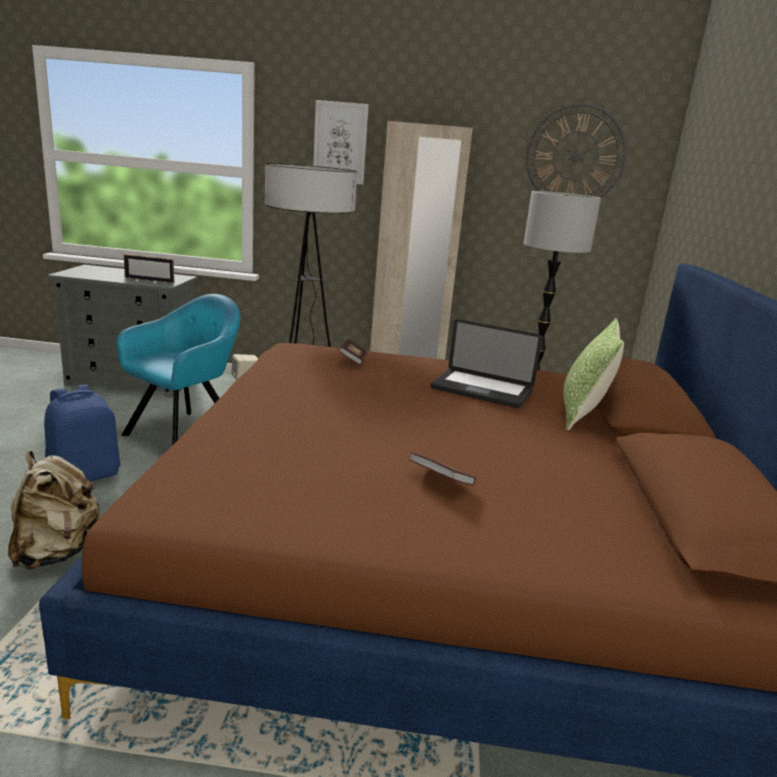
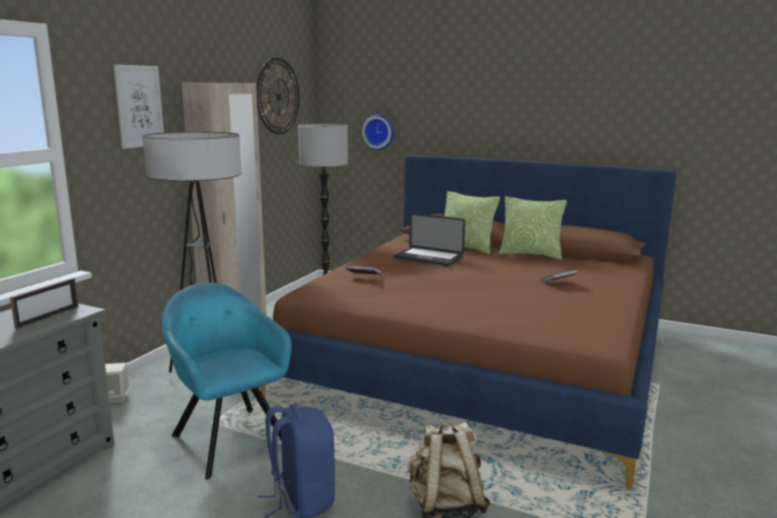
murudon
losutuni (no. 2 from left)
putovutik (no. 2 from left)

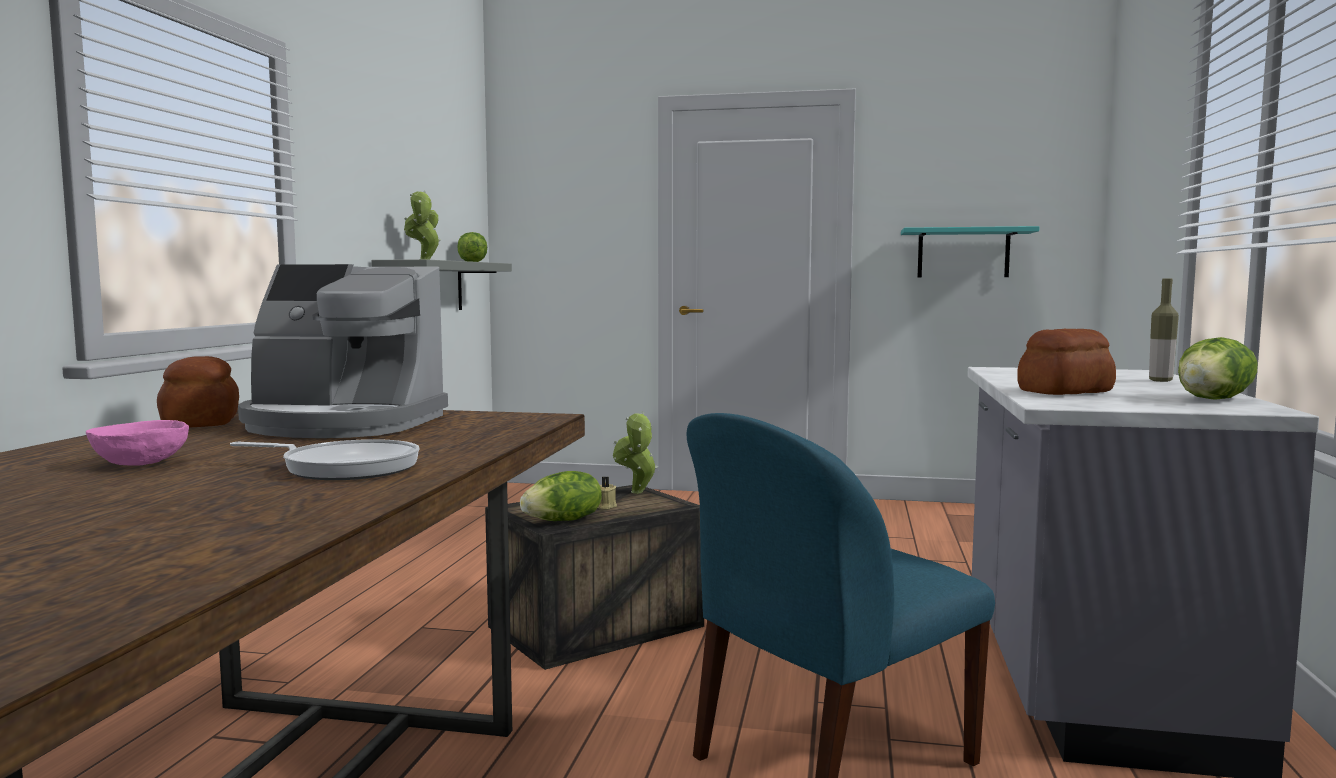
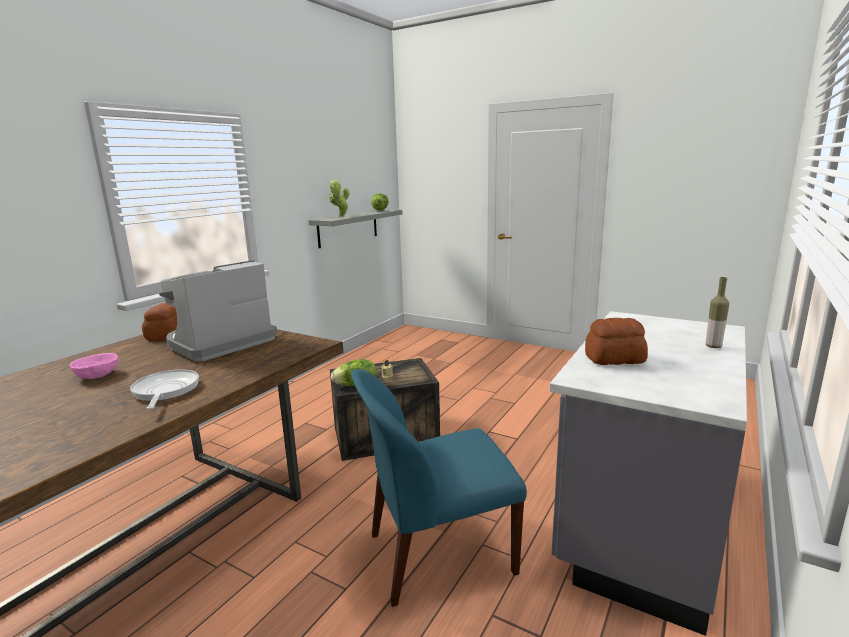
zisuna
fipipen
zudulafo (no. 2 from left in the first image)
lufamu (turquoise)
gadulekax (no. 3 from left in the first image)

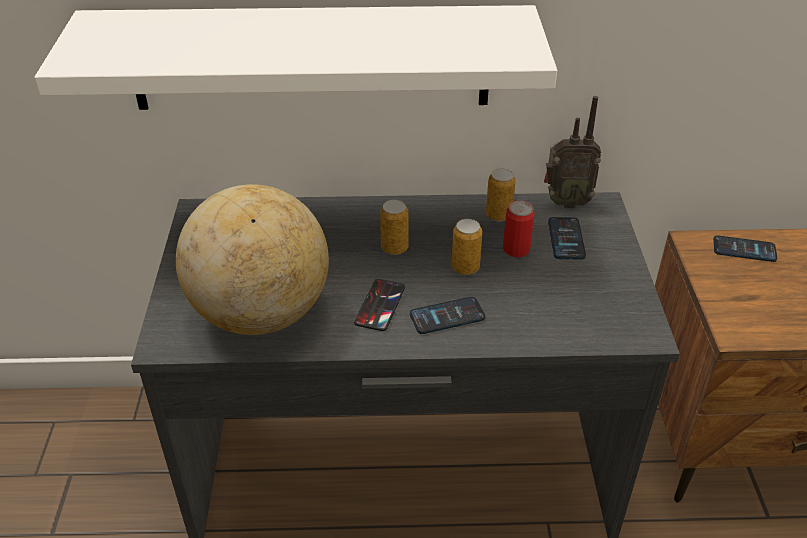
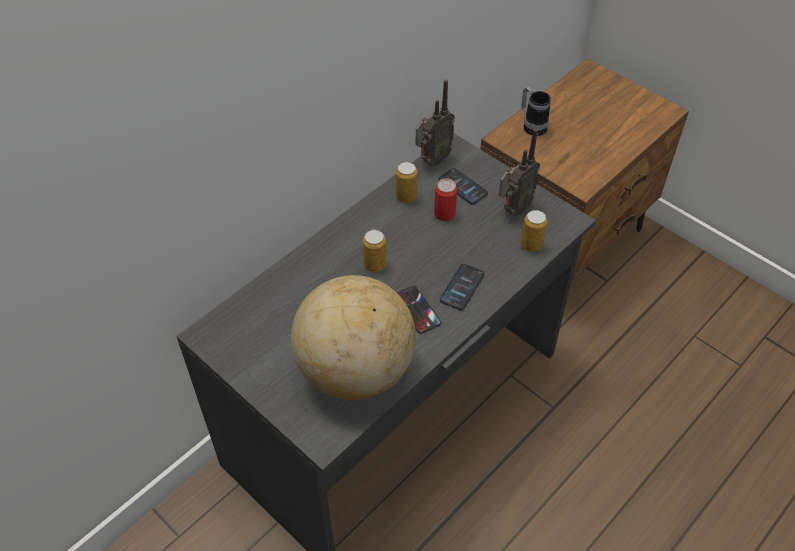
lufamu (white)
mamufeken (no. 4 from left)
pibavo
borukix (no. 2 from left)

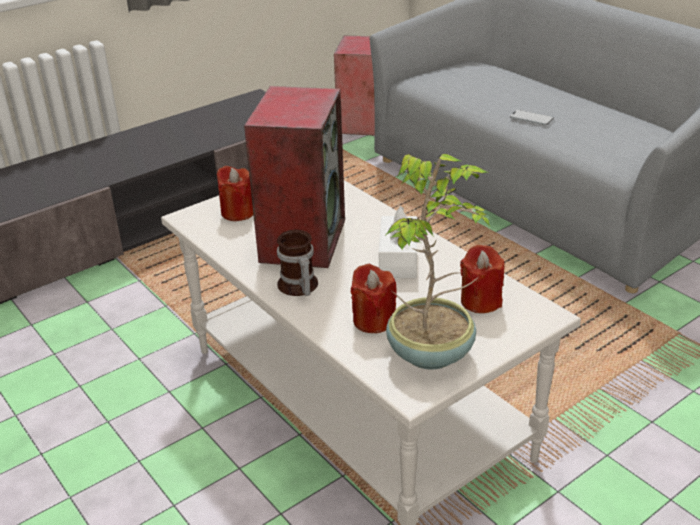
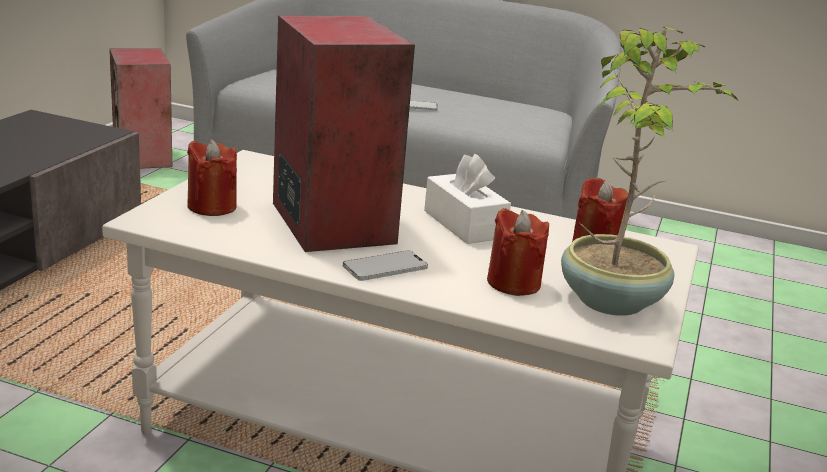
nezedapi (no. 1 from left)

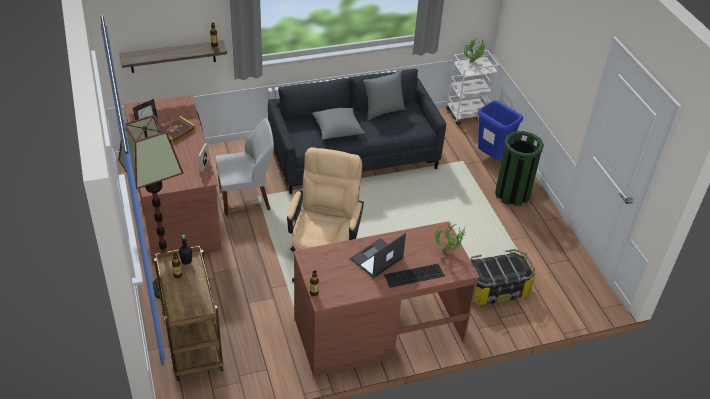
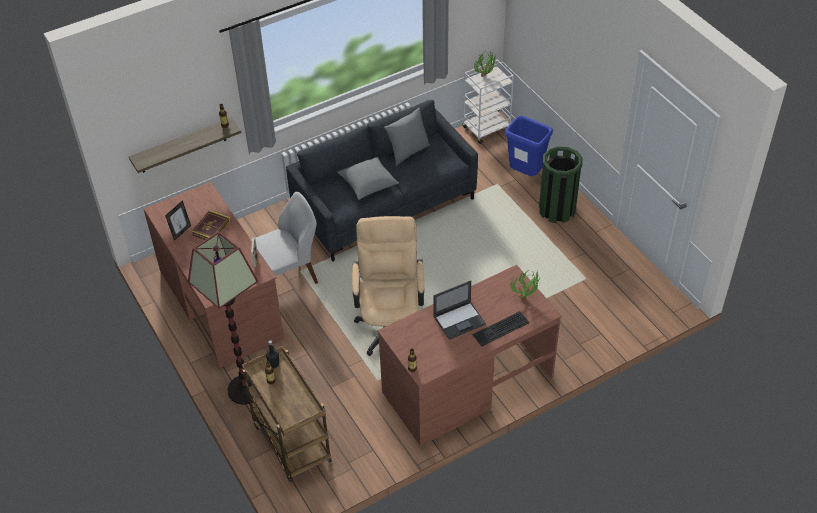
murudon
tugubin

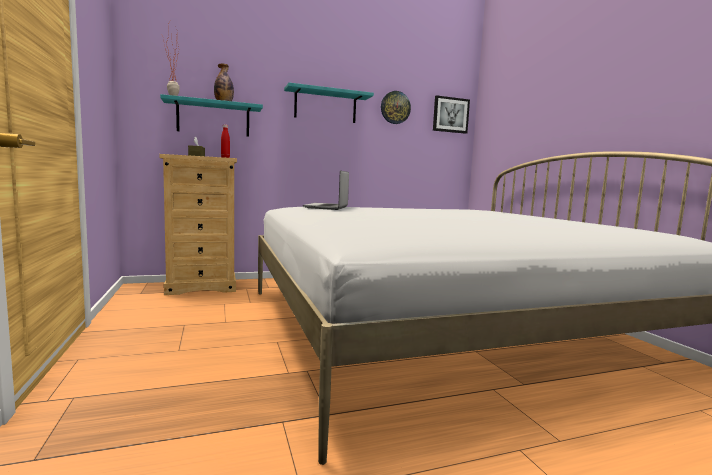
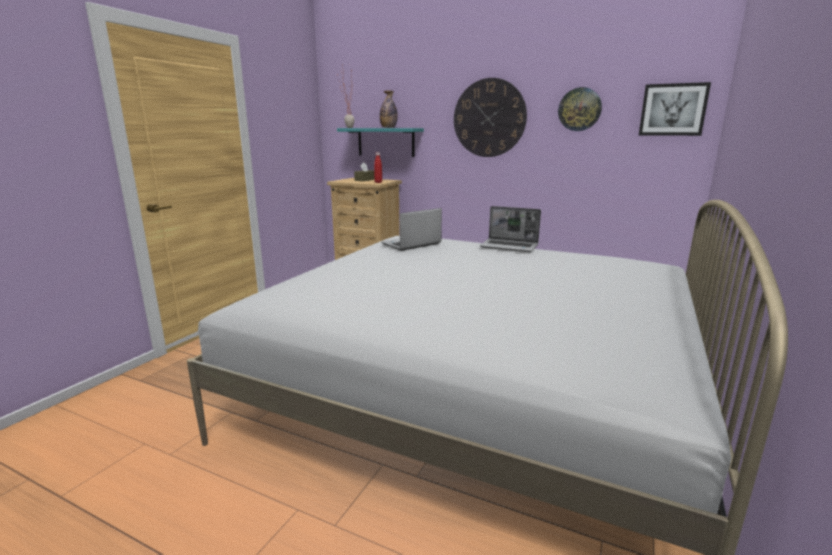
losutuni (no. 1 from left)
murudon (no. 2 from left)

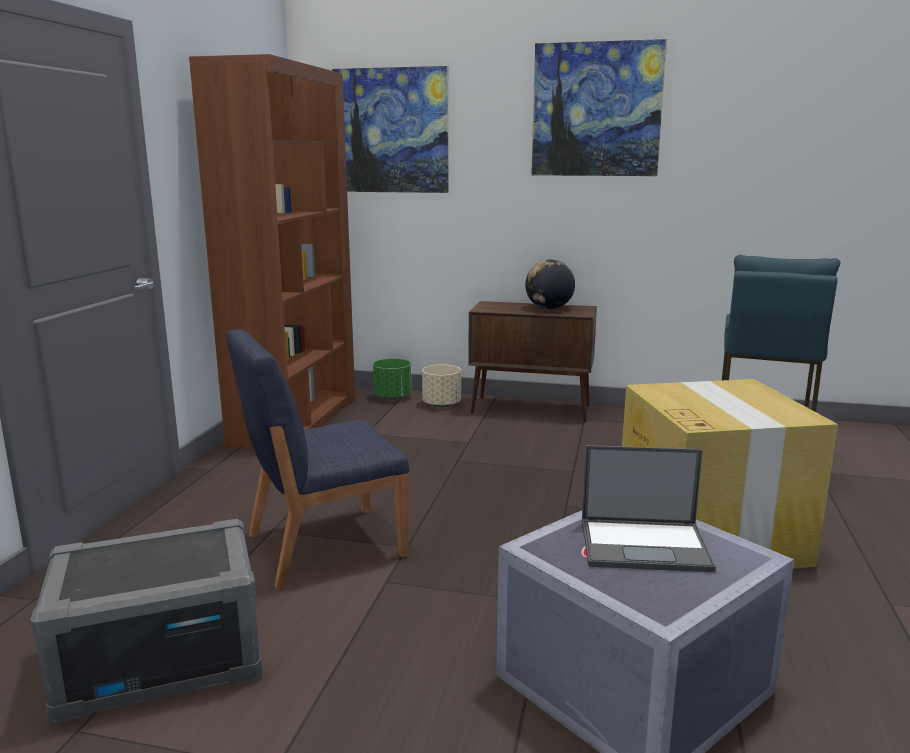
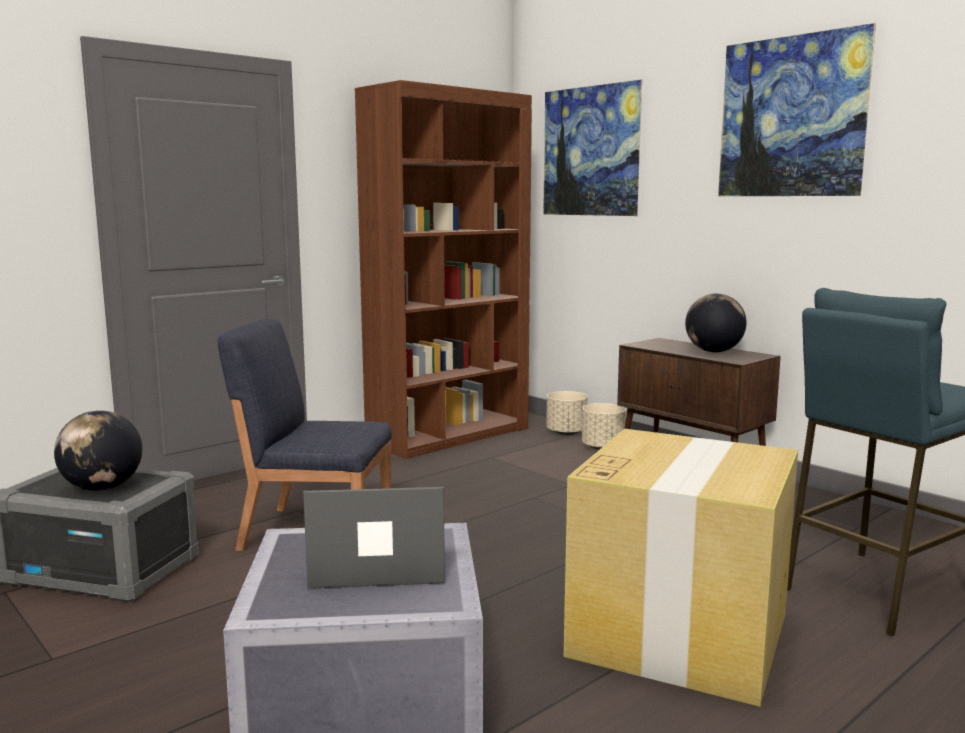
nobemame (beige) (no. 1 from left)
murudon
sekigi (no. 1 from left)

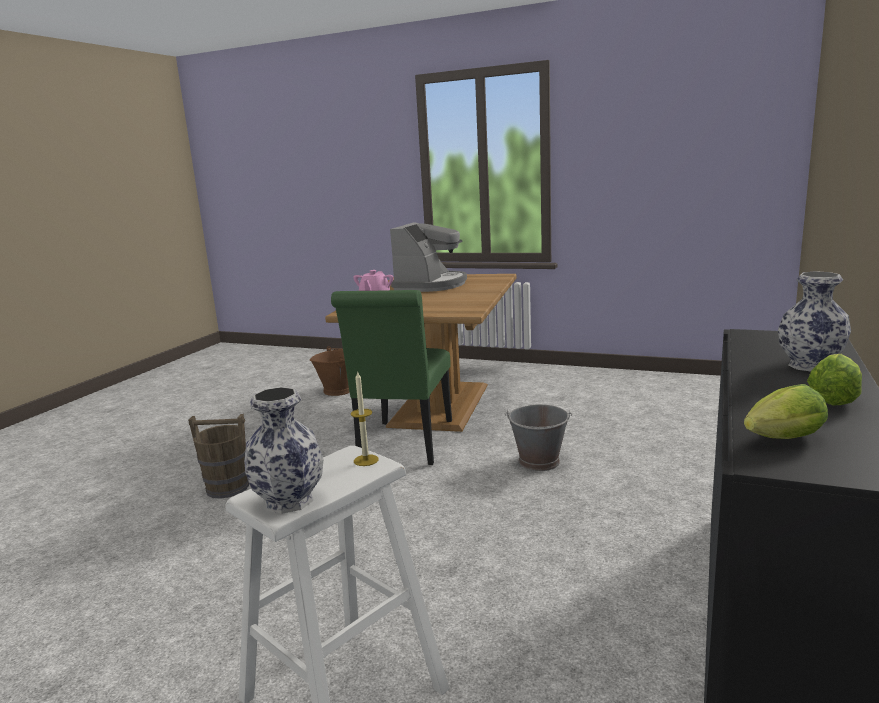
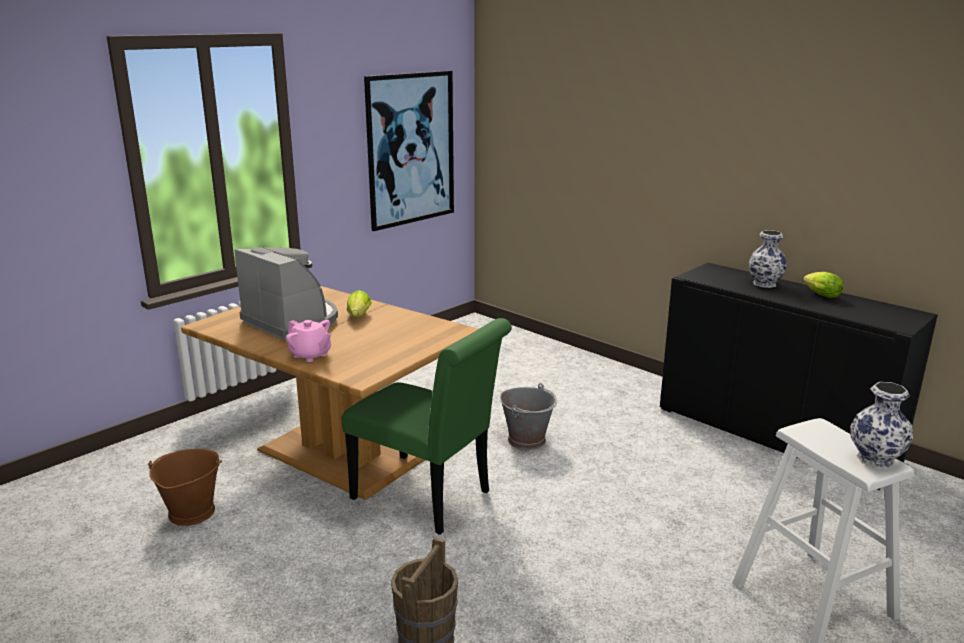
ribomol
gadulekax (no. 1 from left)
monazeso

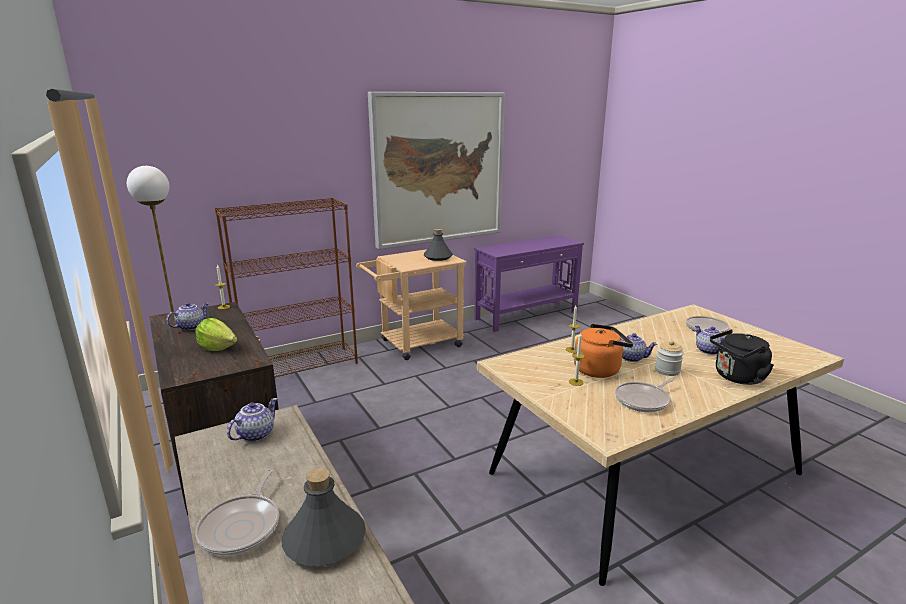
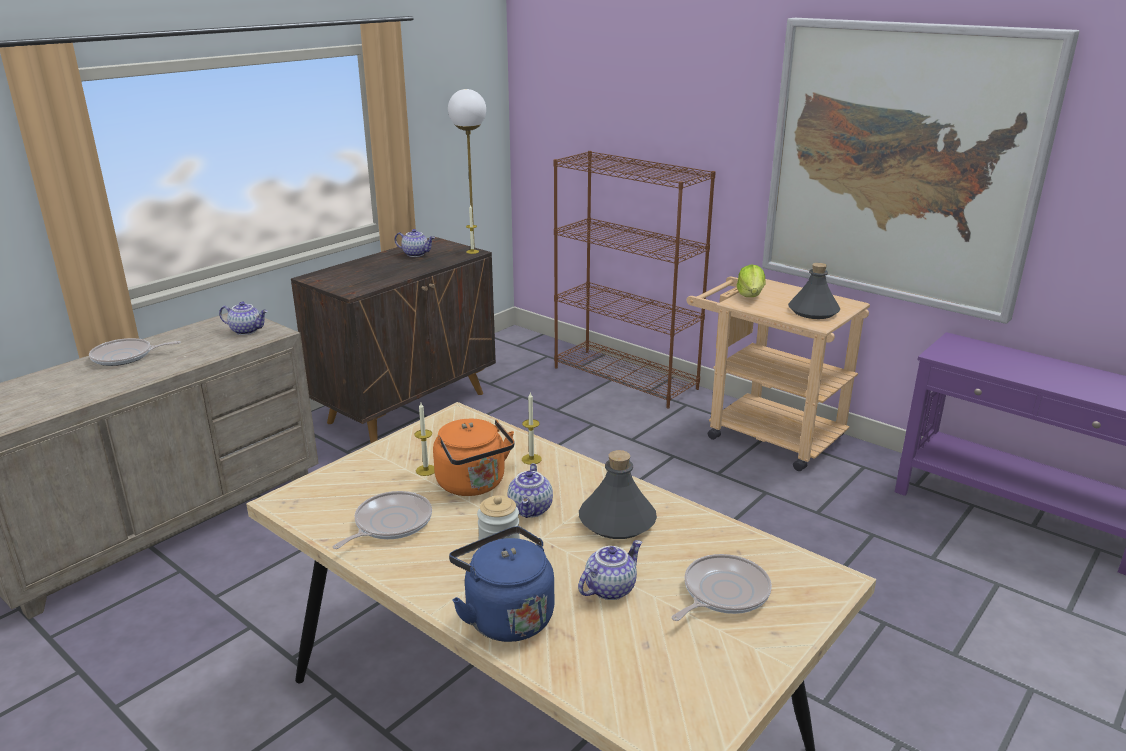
gadulekax
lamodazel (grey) (no. 1 from left)
zisuna (no. 2 from left)
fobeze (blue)

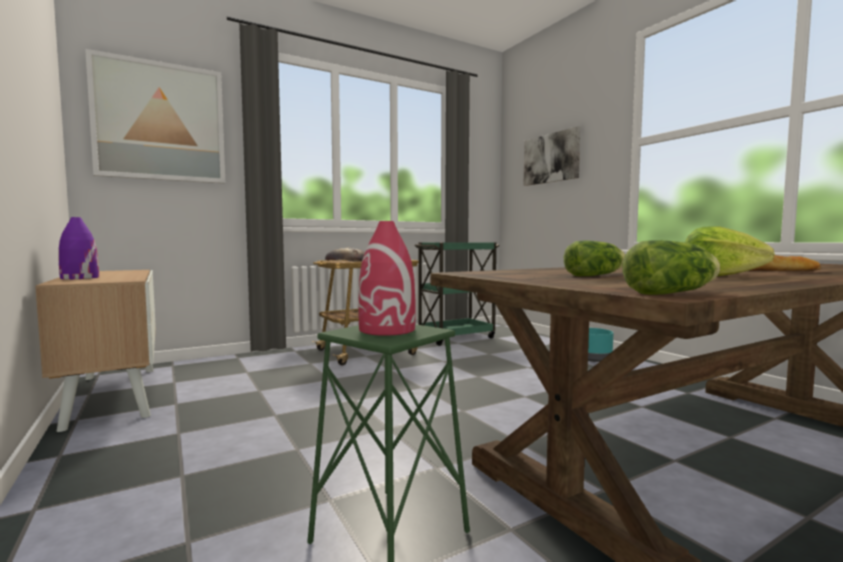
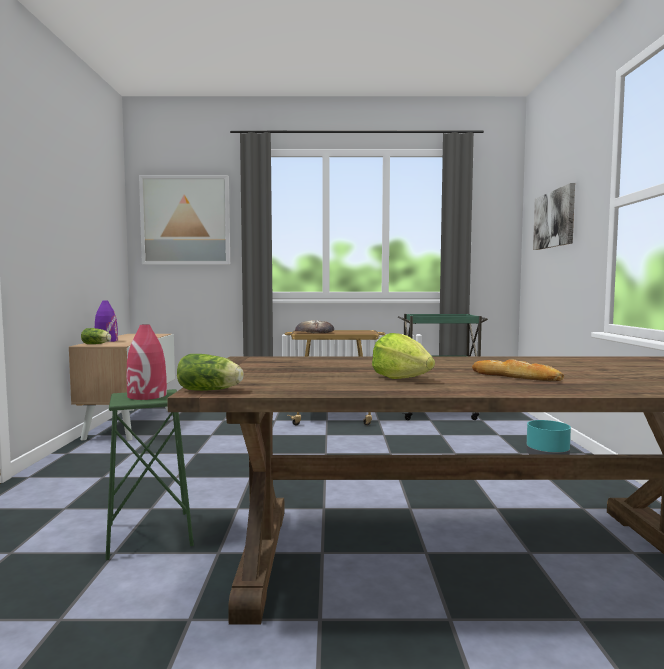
gadulekax (no. 1 from left)

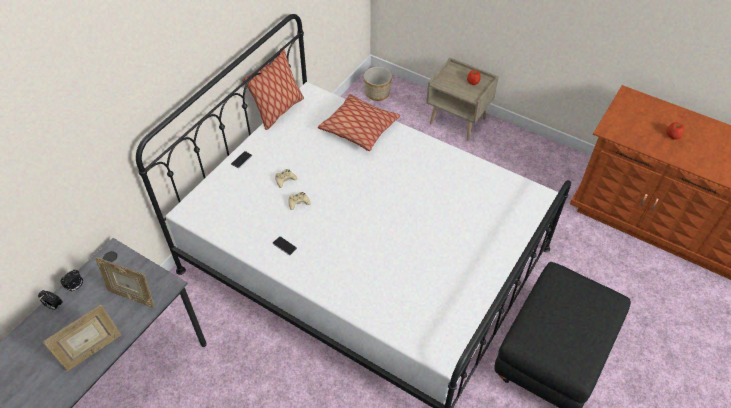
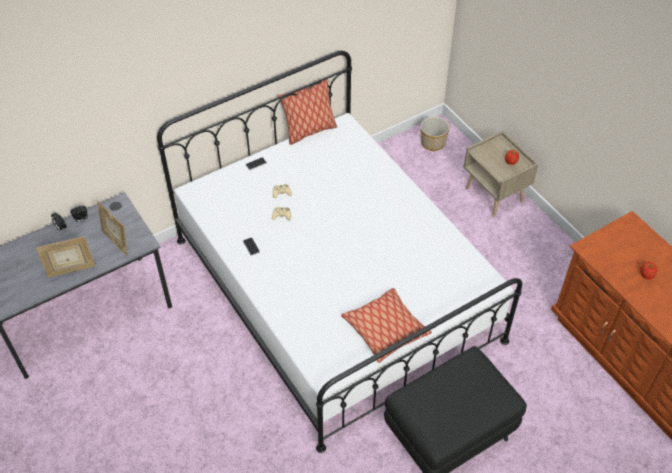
putovutik (no. 2 from left)

